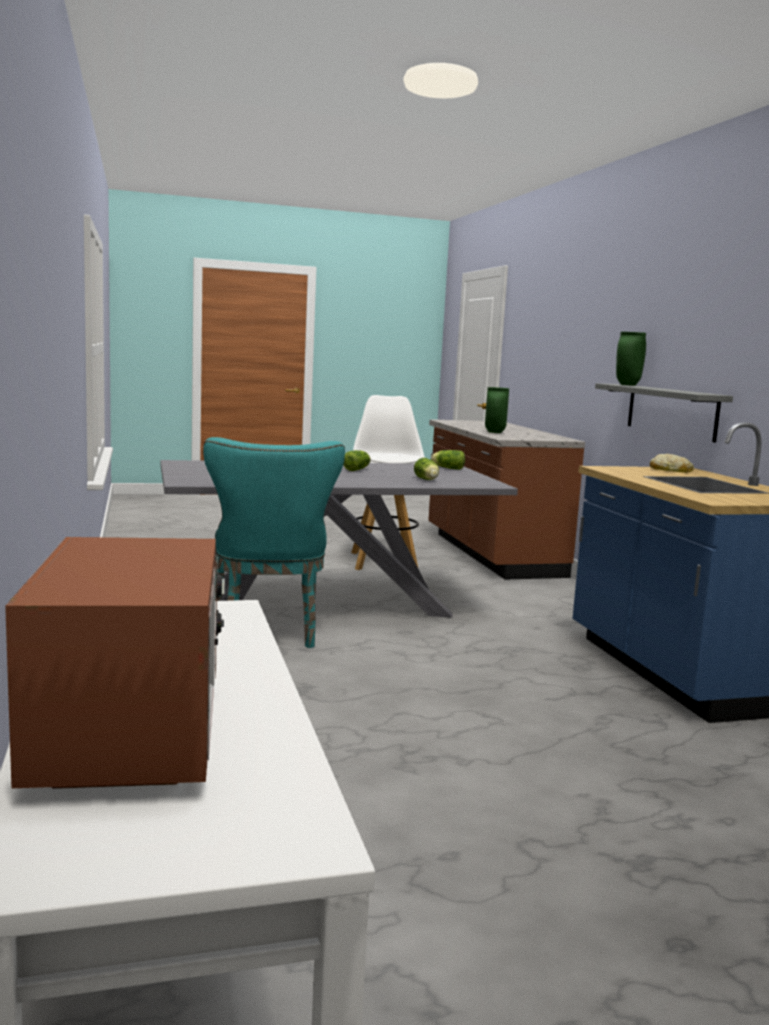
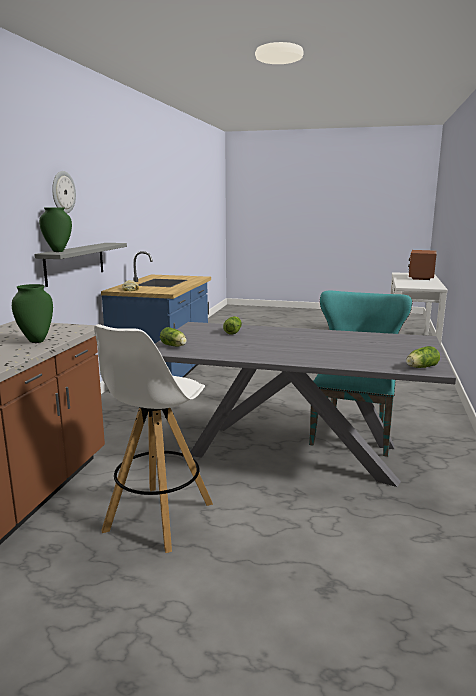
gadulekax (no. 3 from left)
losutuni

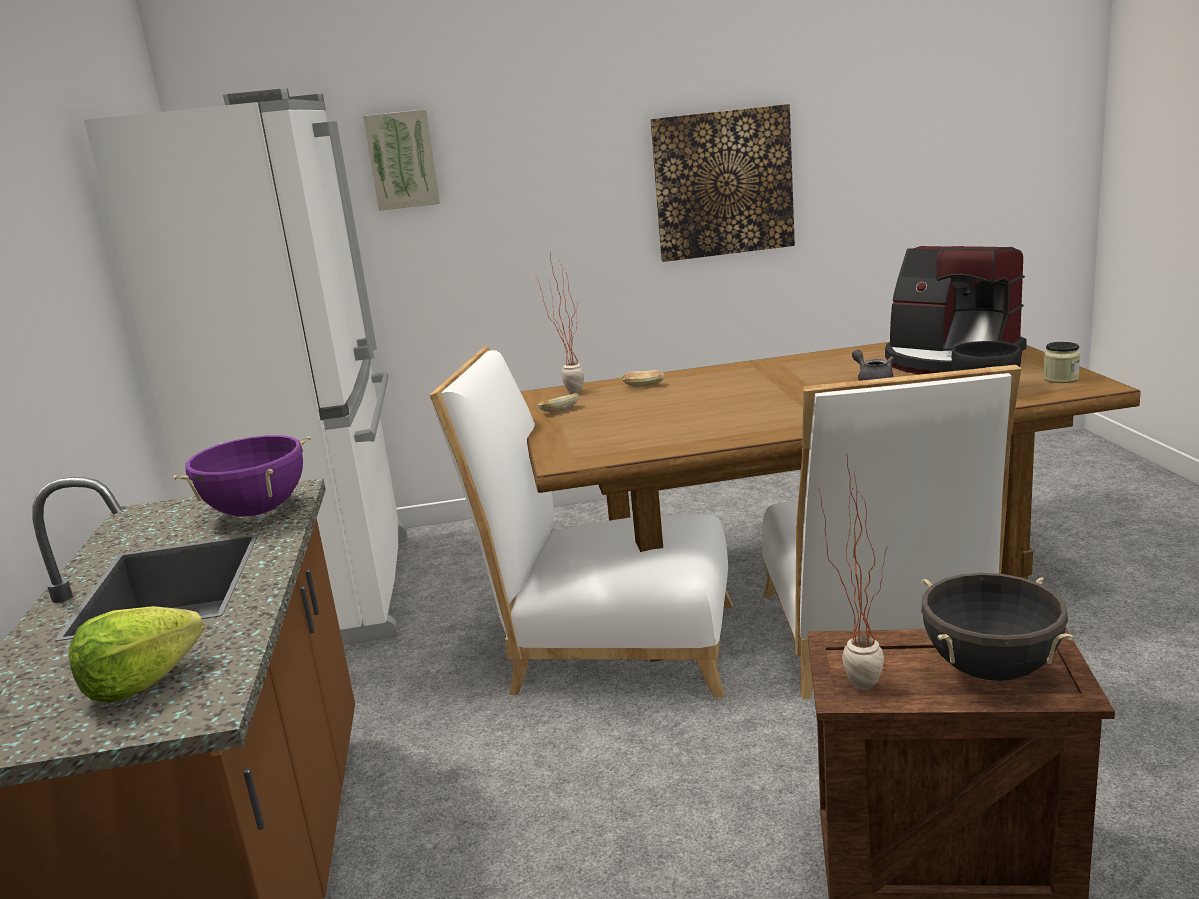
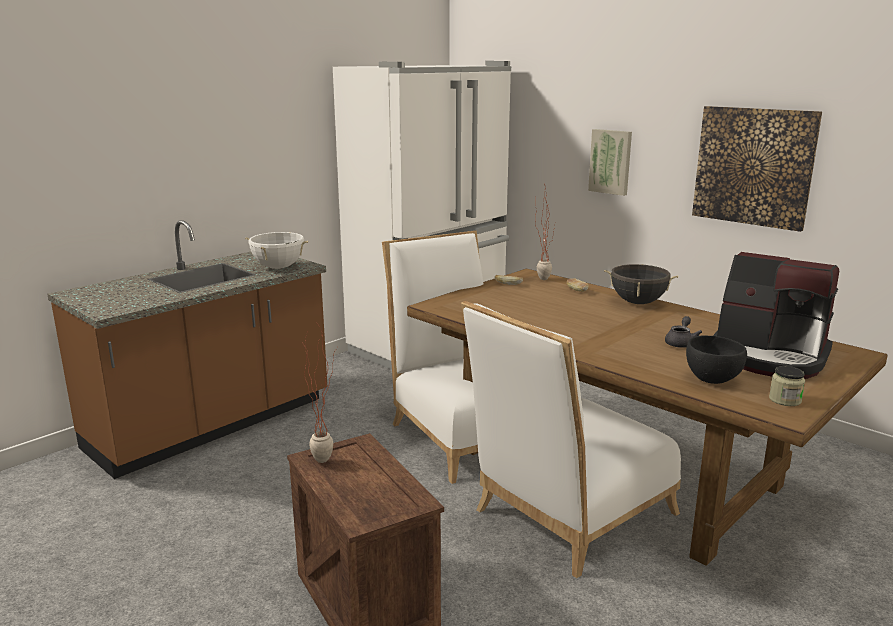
gadulekax
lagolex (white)
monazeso (no. 1 from left)
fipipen
lagolex (black)

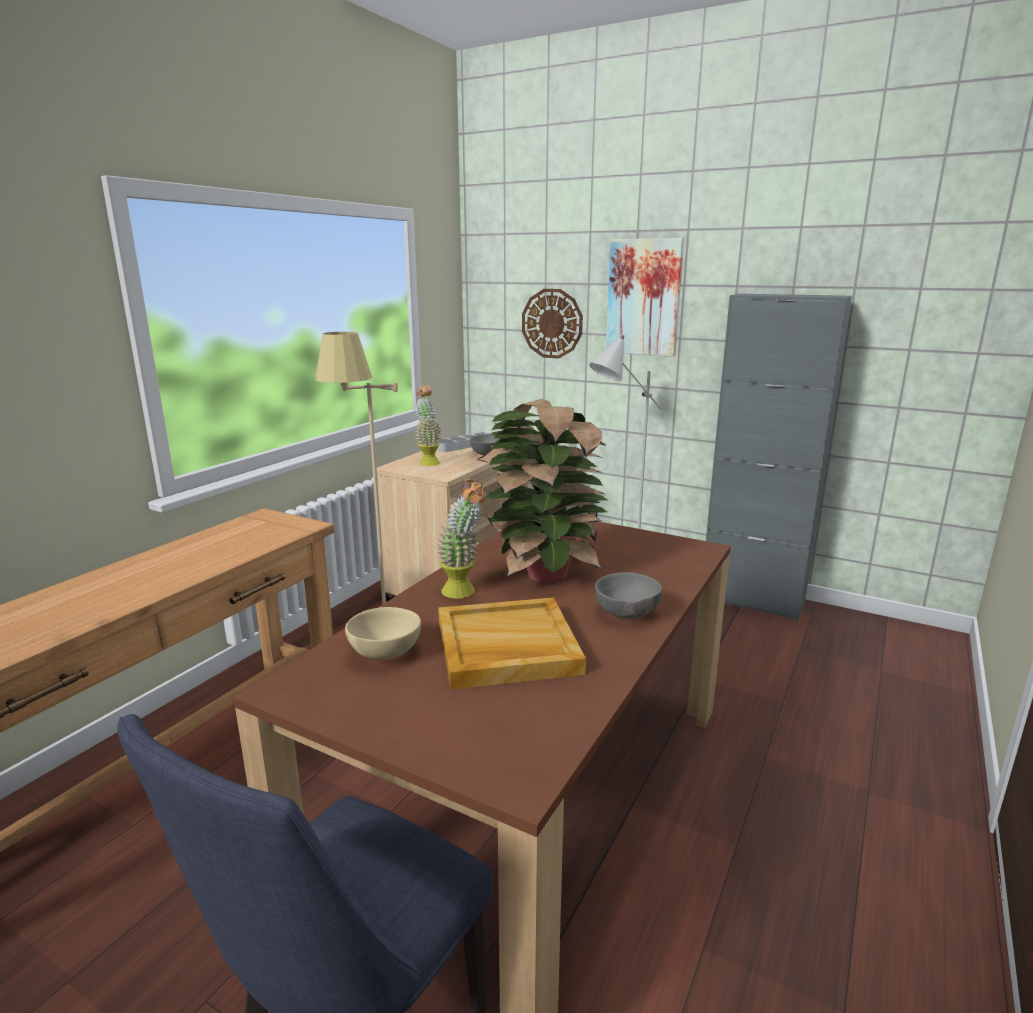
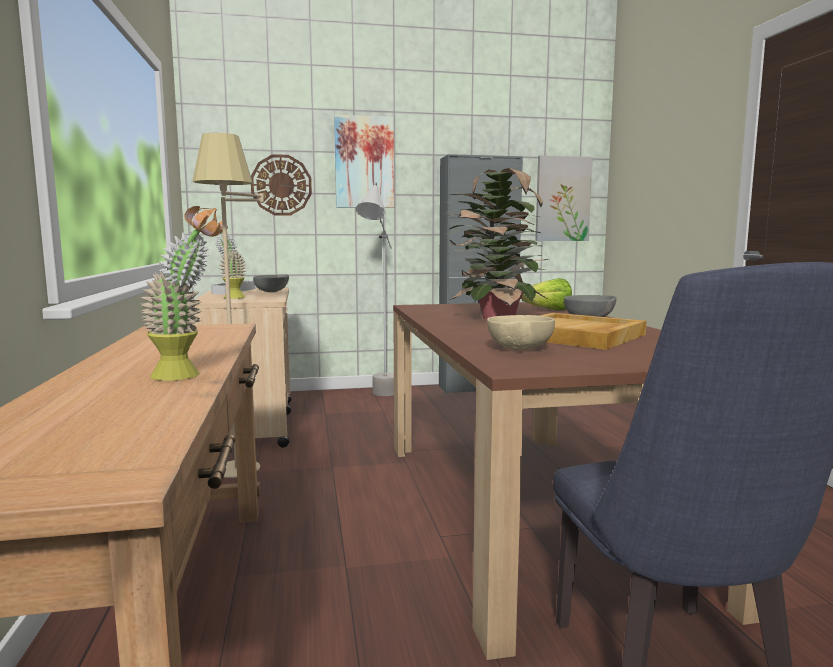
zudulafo (no. 1 from left)
gadulekax
monazeso (no. 2 from left)

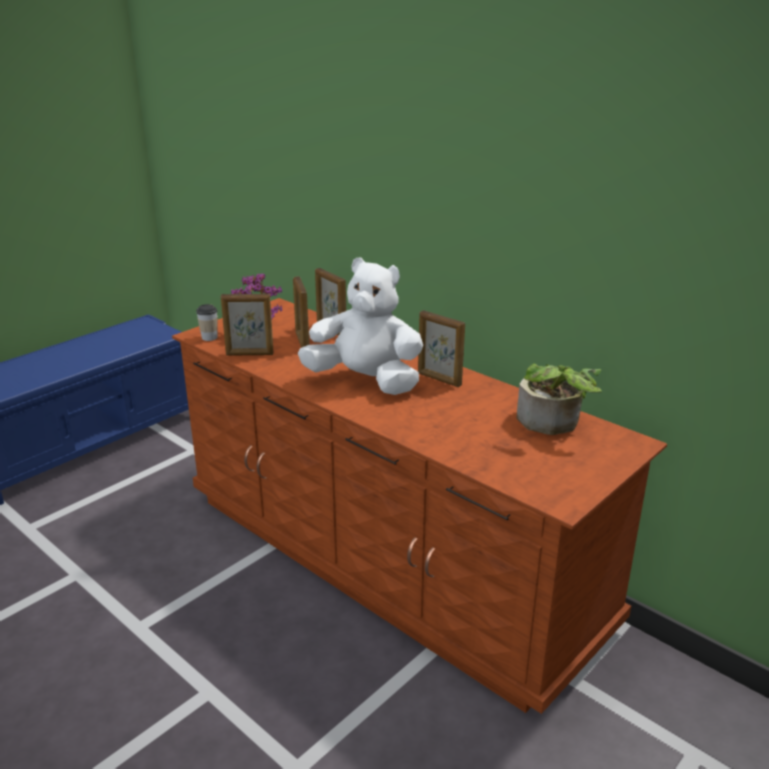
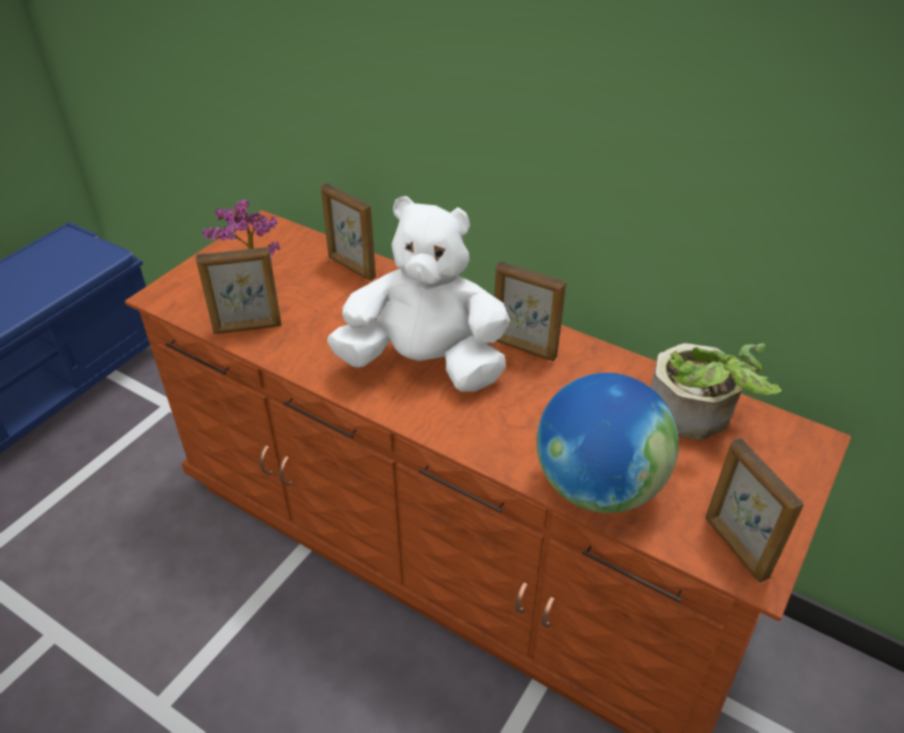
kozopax
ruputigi (no. 4 from left)
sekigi

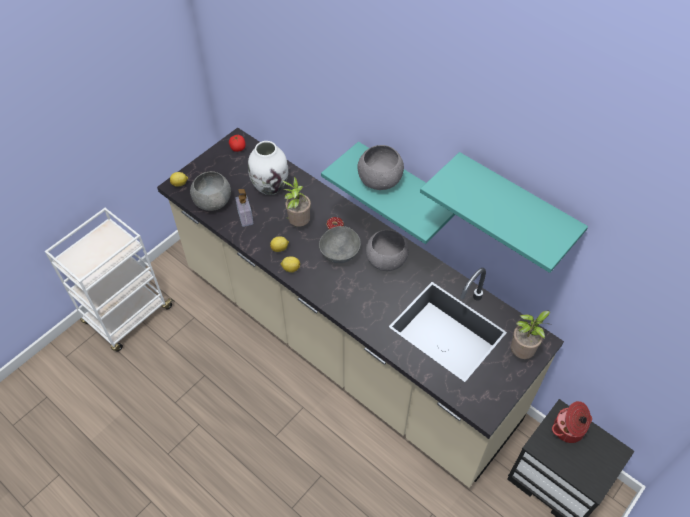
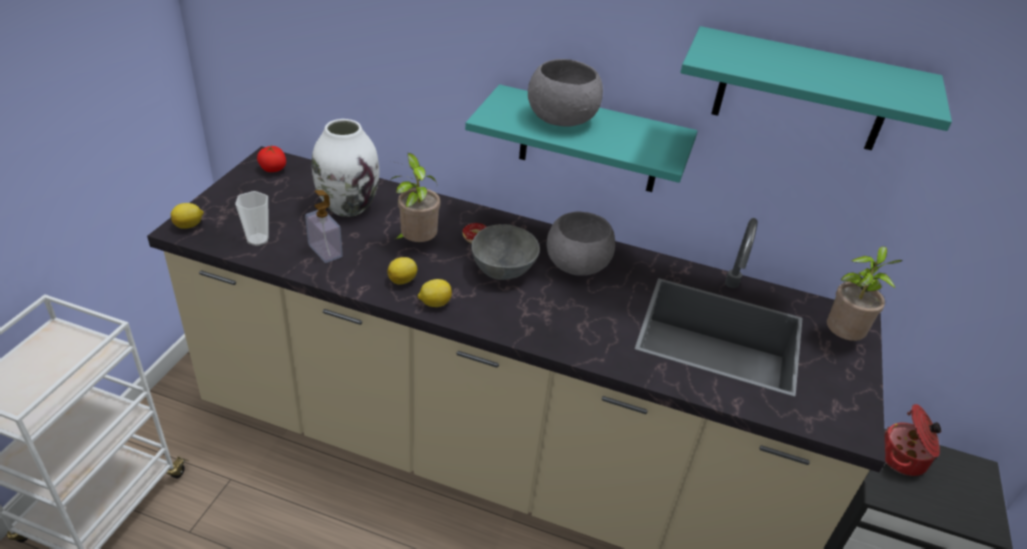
kozopax

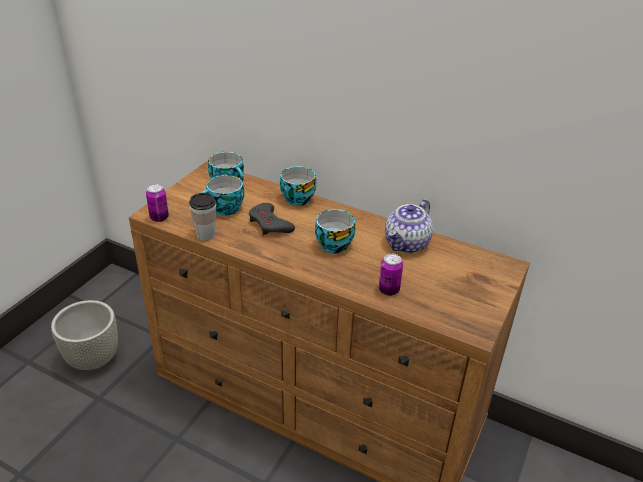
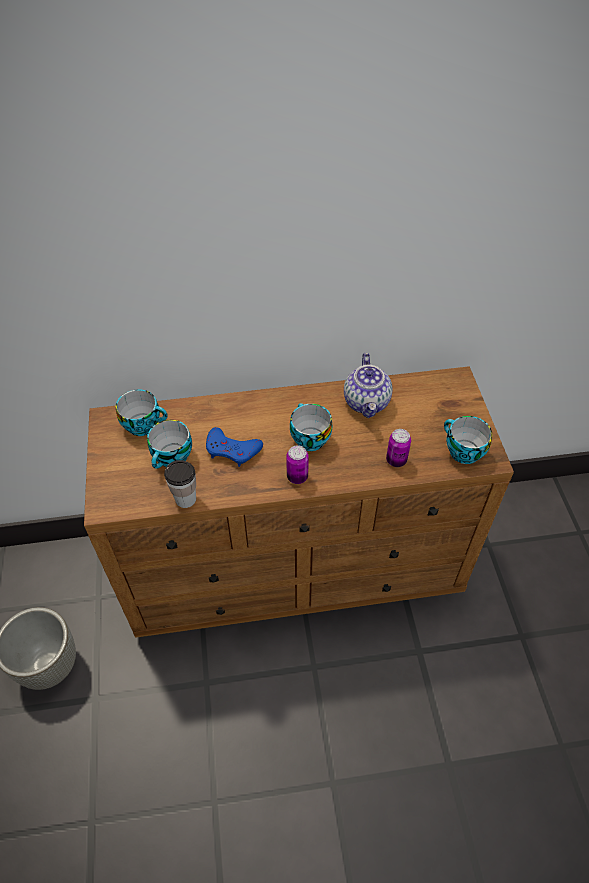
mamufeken (no. 1 from left)
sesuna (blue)
kozopax (no. 5 from left)

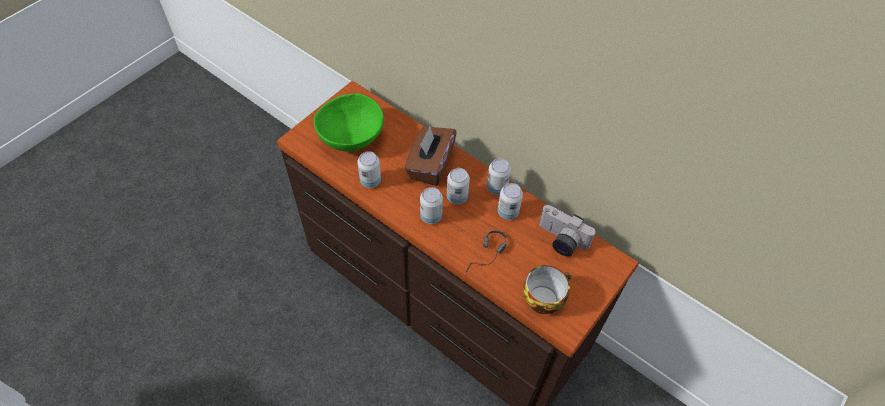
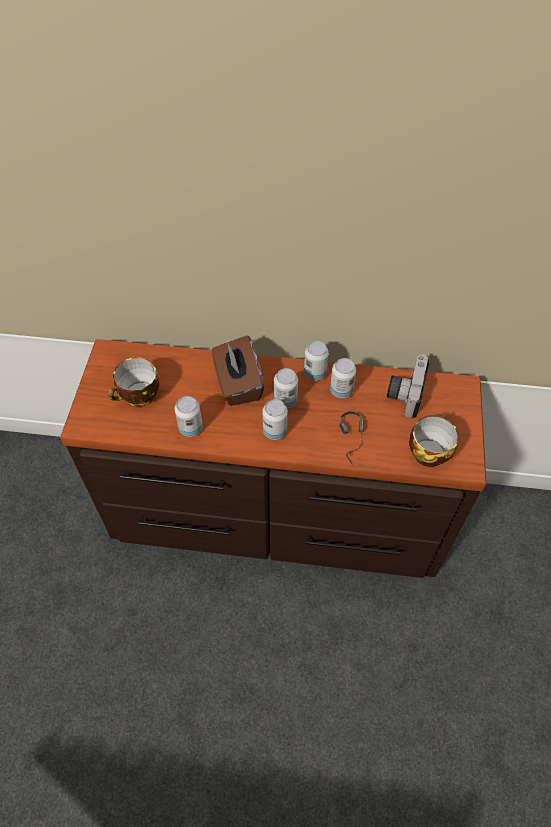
kozopax (no. 1 from left)
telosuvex

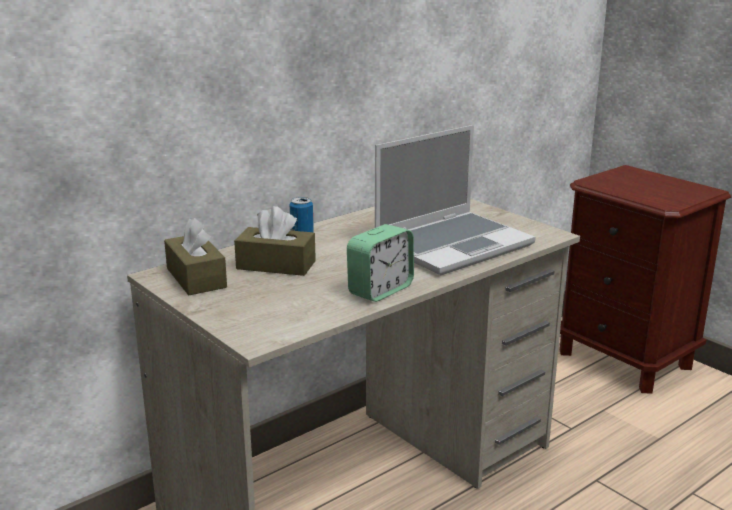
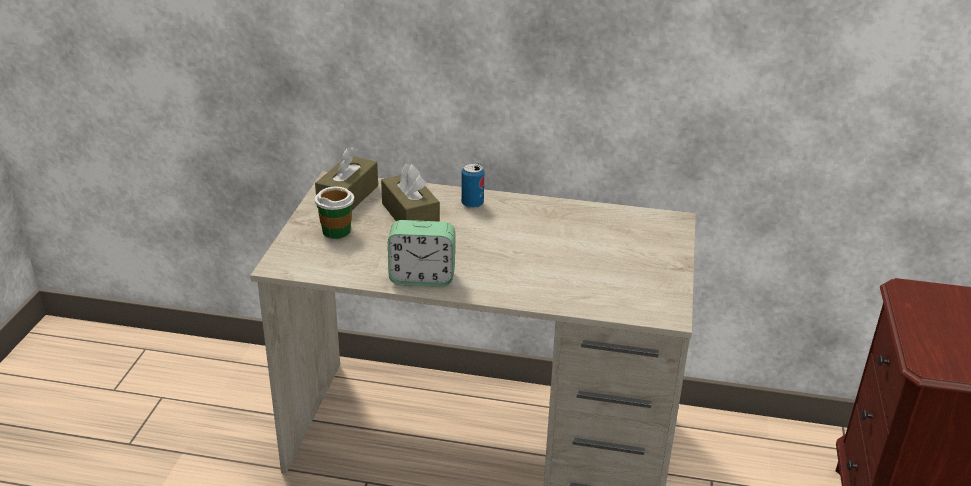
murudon
kozopax

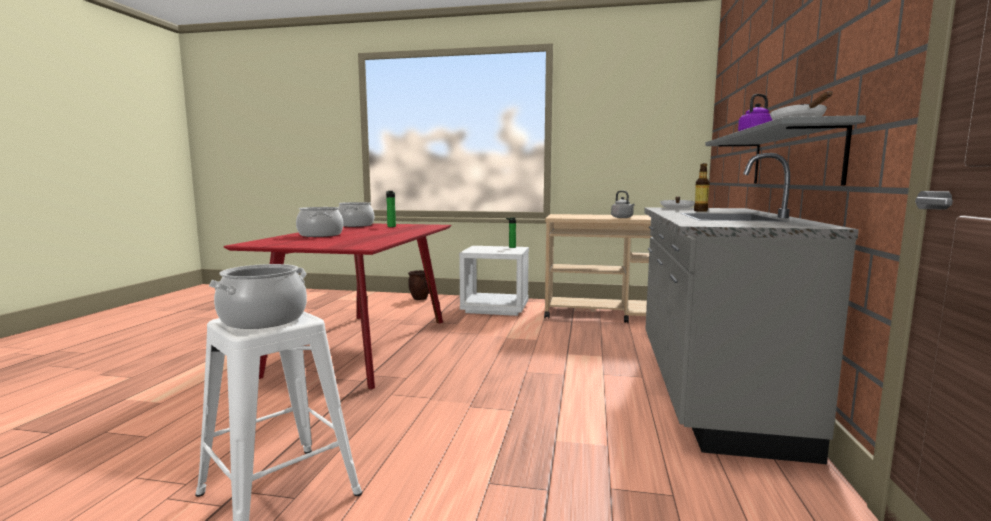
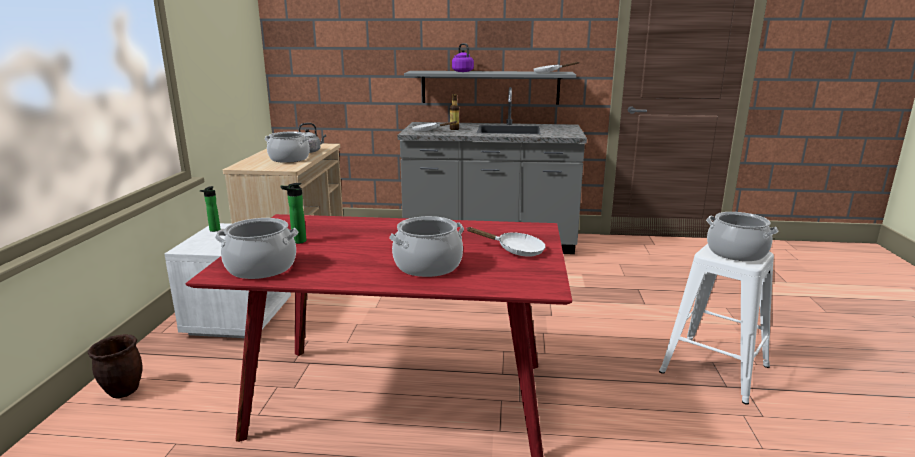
lagolex (no. 2 from left)
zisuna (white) (no. 2 from left)

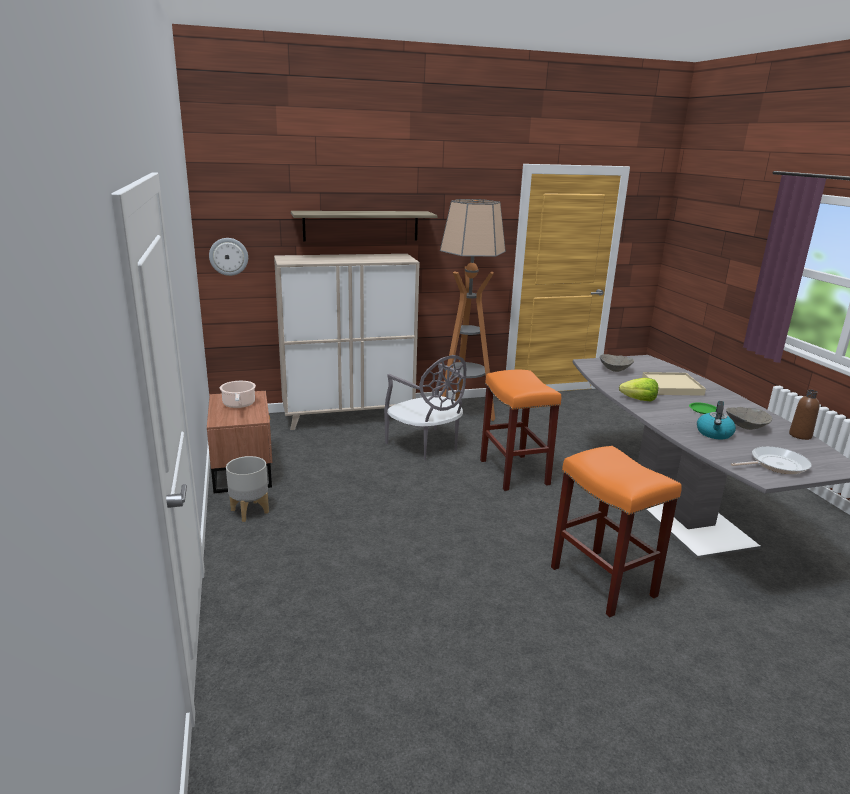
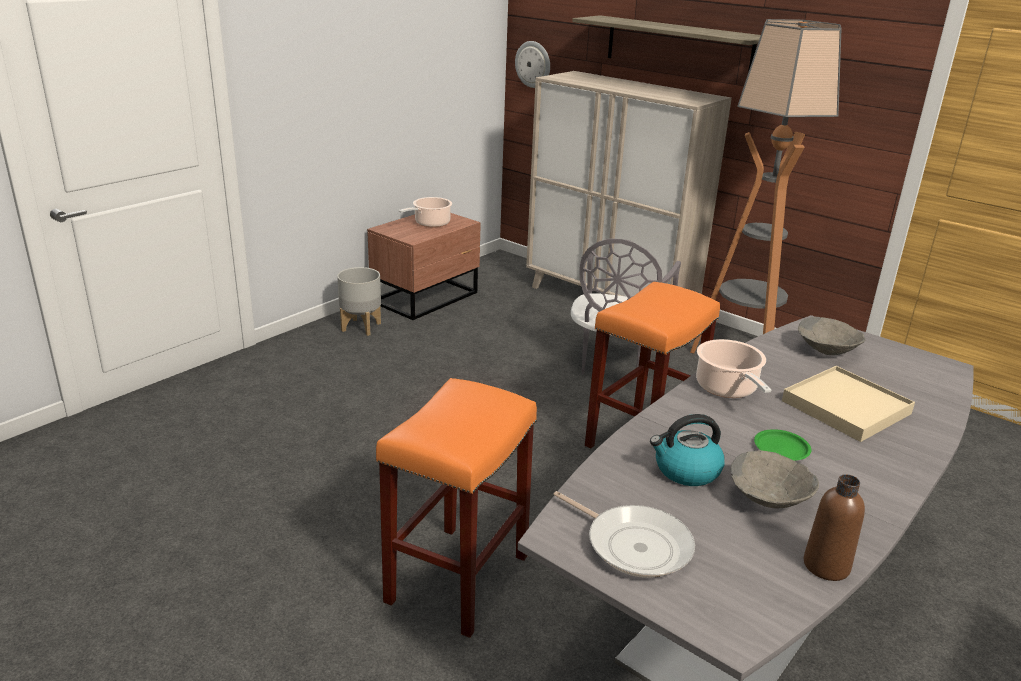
lagolex (no. 2 from left)

